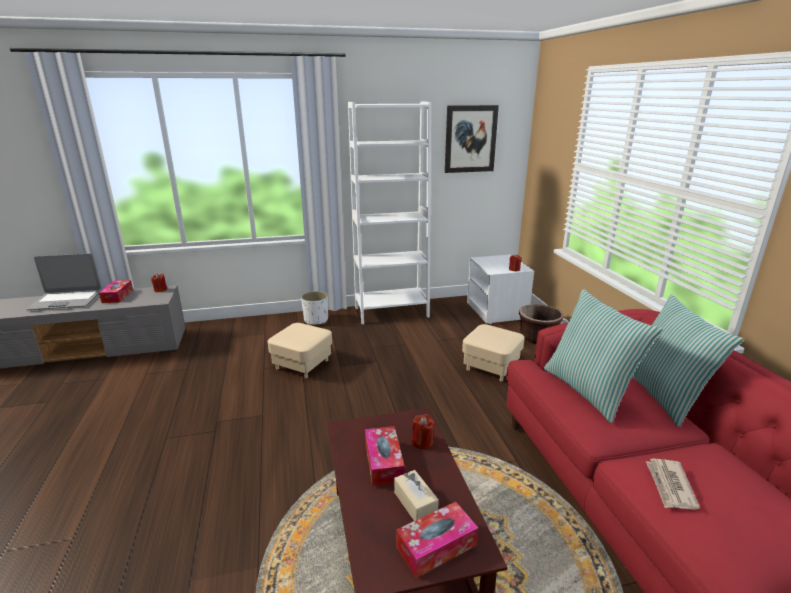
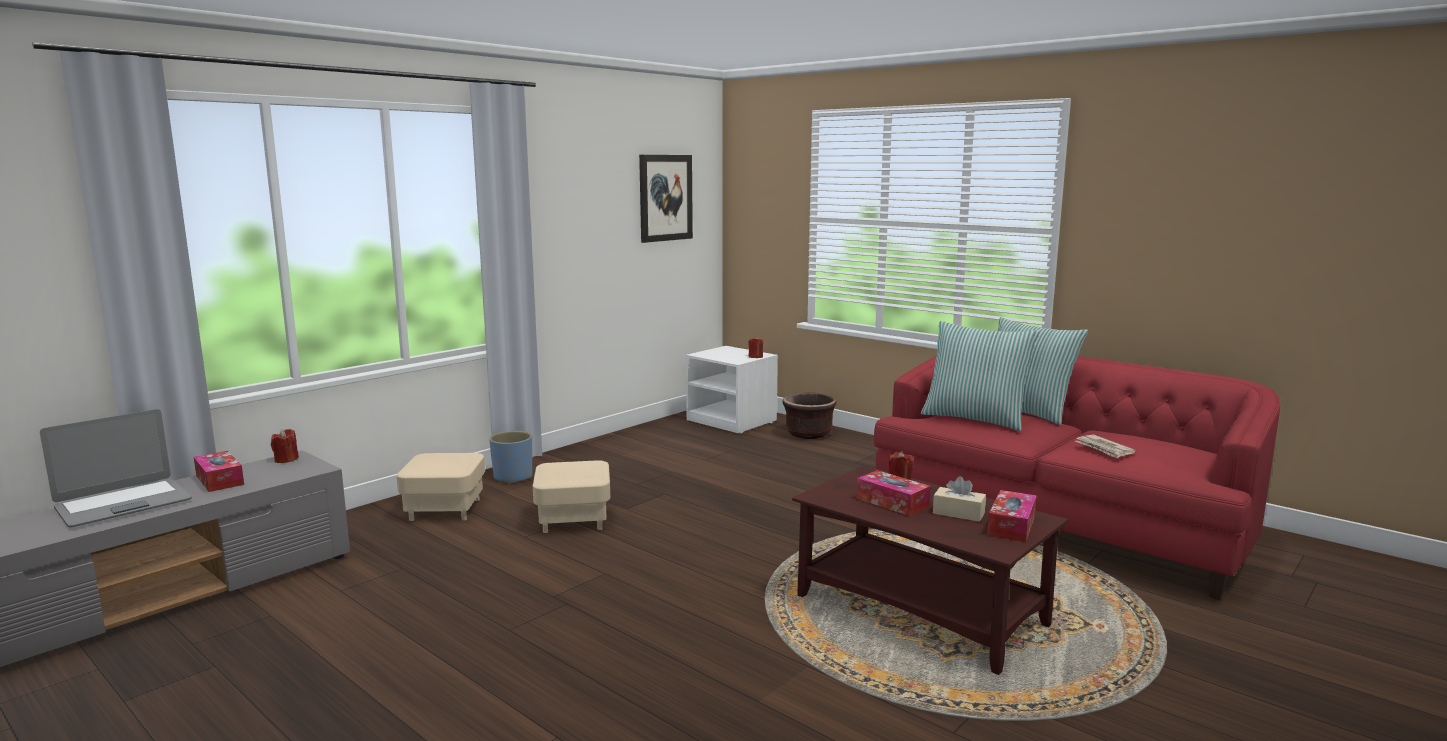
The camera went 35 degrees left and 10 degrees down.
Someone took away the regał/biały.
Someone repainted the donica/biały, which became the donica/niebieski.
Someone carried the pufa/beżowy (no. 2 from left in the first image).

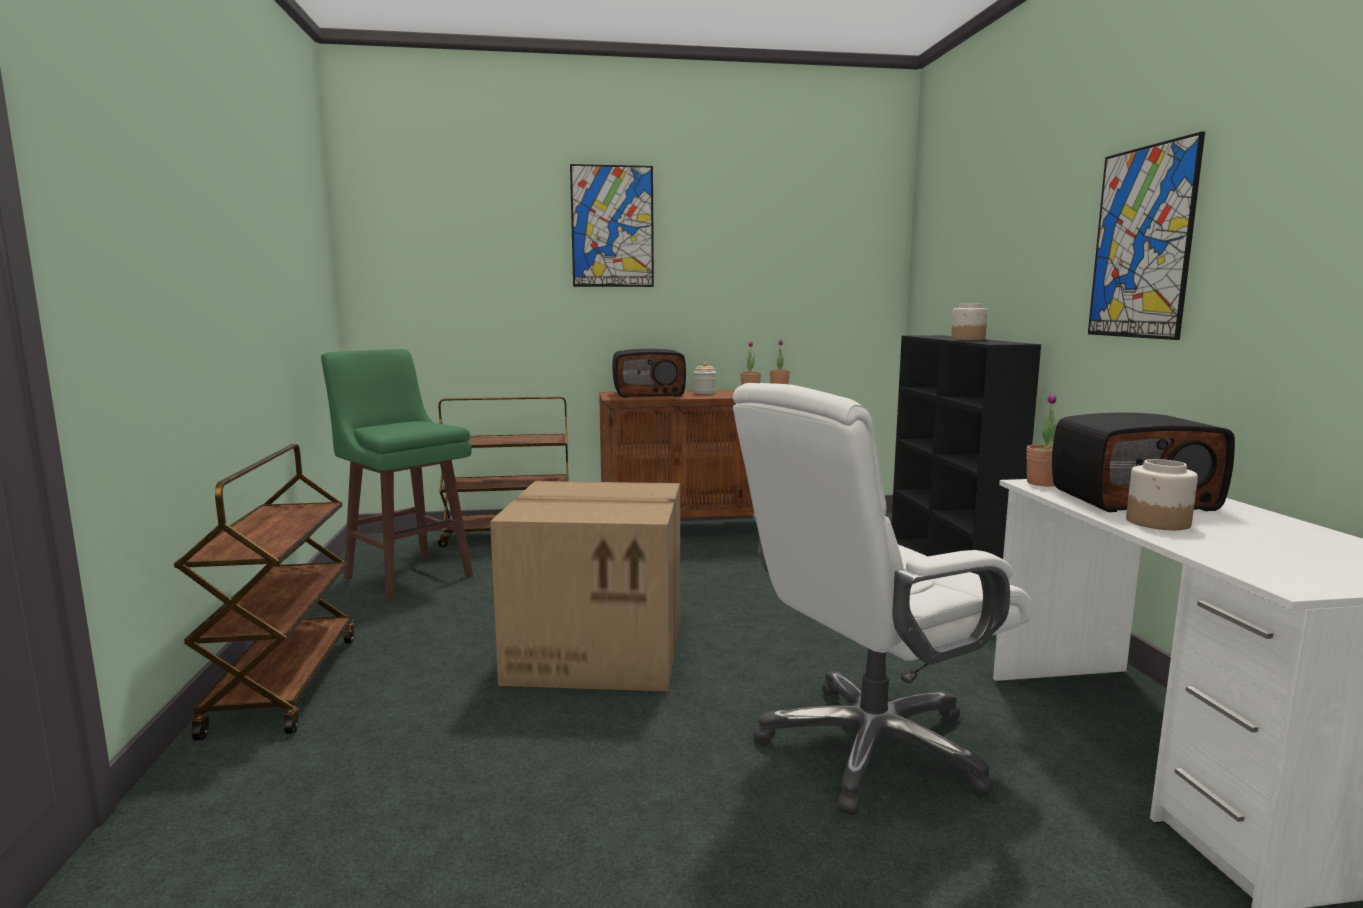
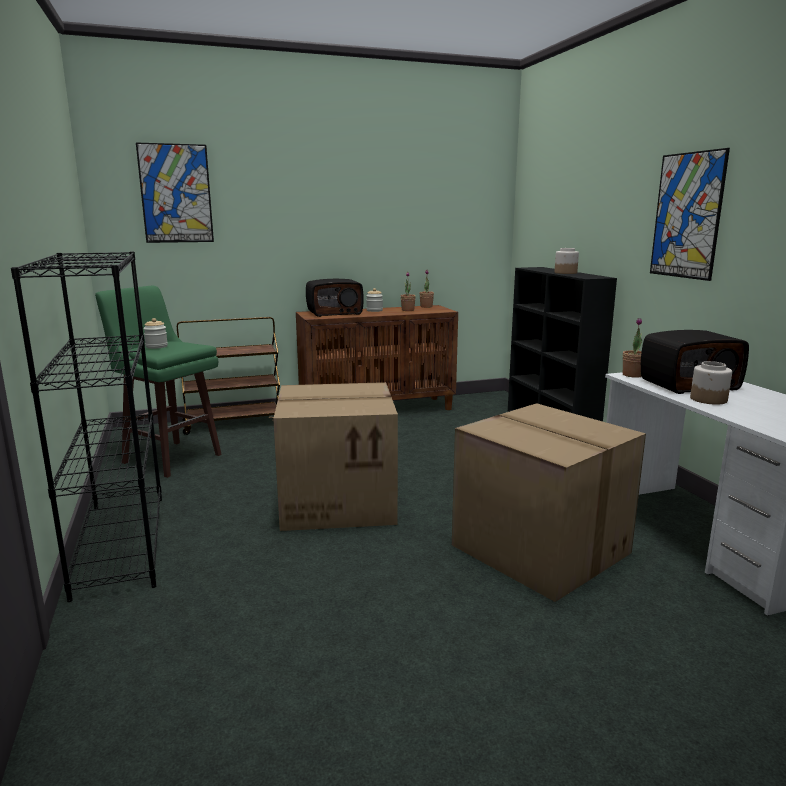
The camera went 10 degrees left and 5 degrees up.
Someone carried the obraz (no. 1 from left).
Someone swapped the krzesło biurowe/biały for the karton (no. 2 from left).
Someone swapped the wózek/brązowy (no. 1 from left) for the regał/czarny (no. 1 from left).
Someone put down the słoik (no. 1 from left).

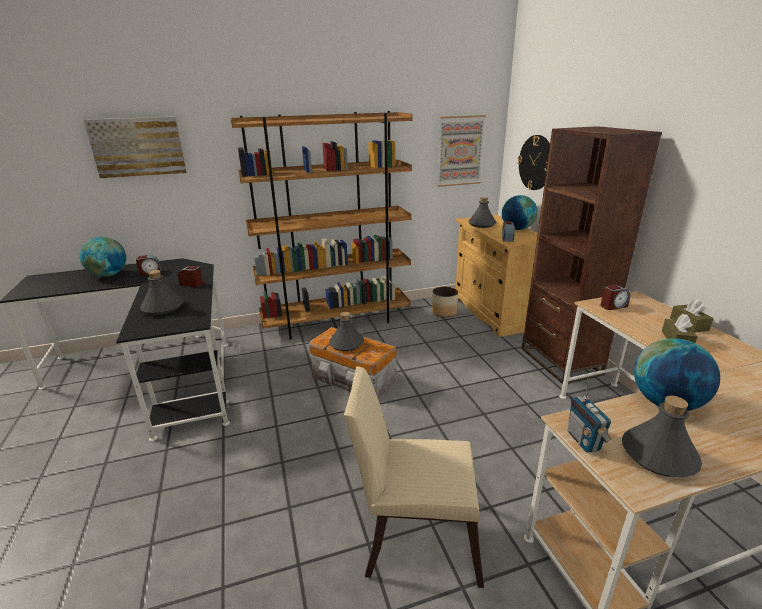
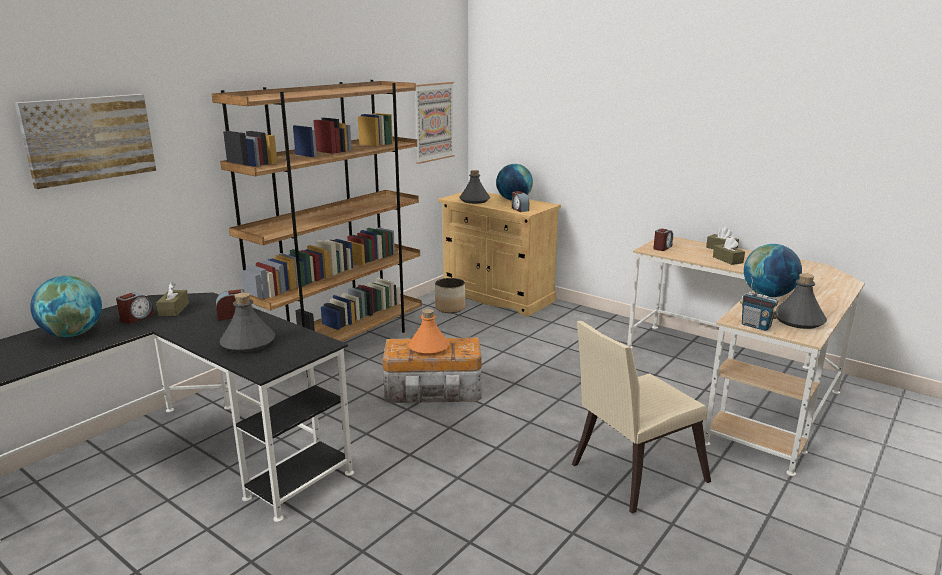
The camera went 35 degrees left and 5 degrees down.
Someone took away the regał/brązowy (no. 2 from left).
Someone took away the zegar ścienny.
Someone repainted the butelka/szary (no. 2 from left), which became the butelka/pomarańczowy.
Someone put down the pudełko chusteczek/brązowy (no. 1 from left).

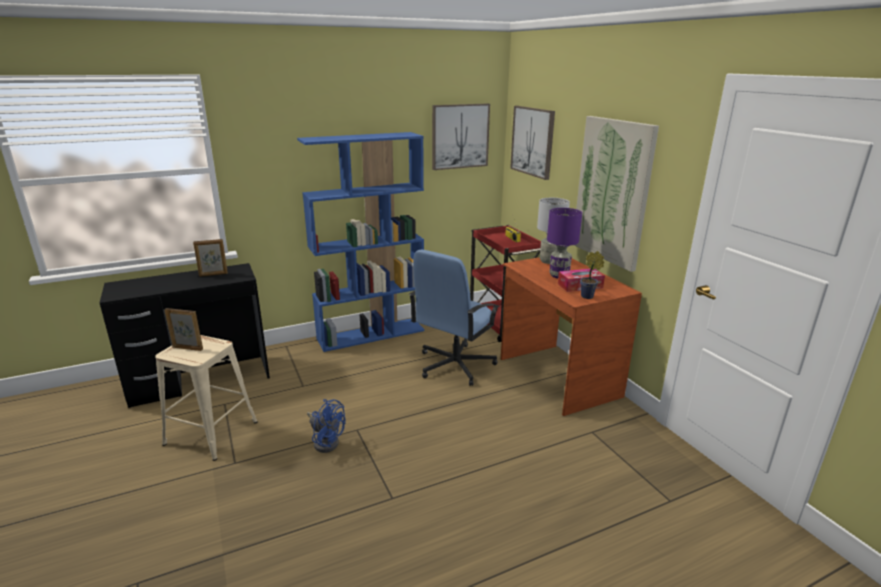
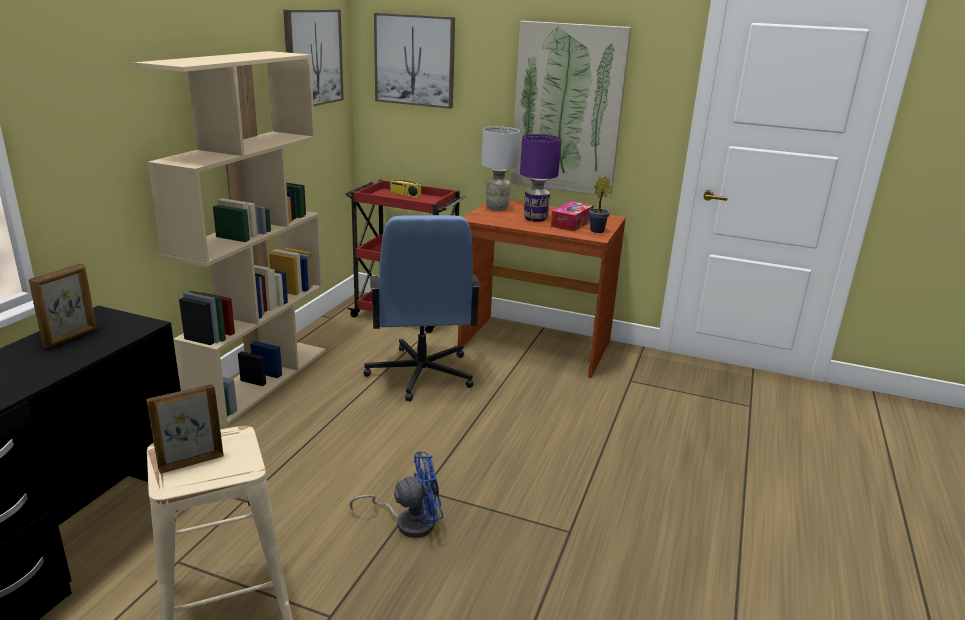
The camera went 45 degrees left and 0 degrees up.
Someone repainted the regał/niebieski, which became the regał/beżowy.

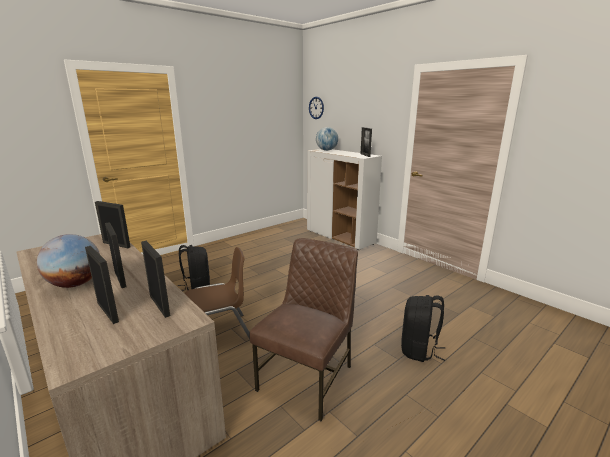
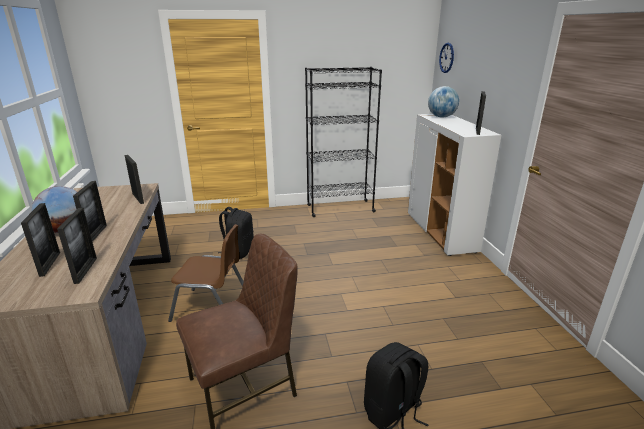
The camera went 30 degrees right and 5 degrees up.
Someone put down the regał/czarny.

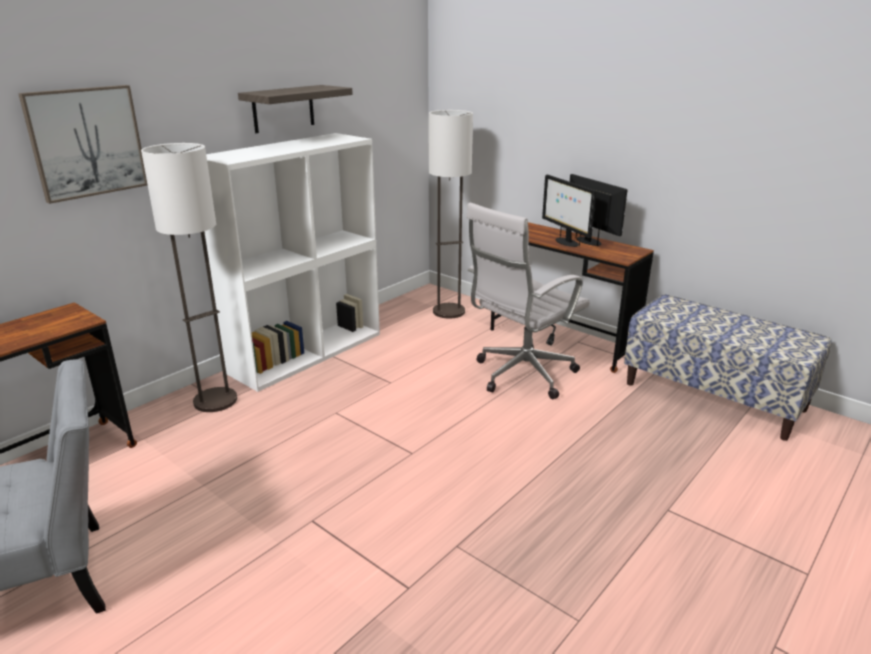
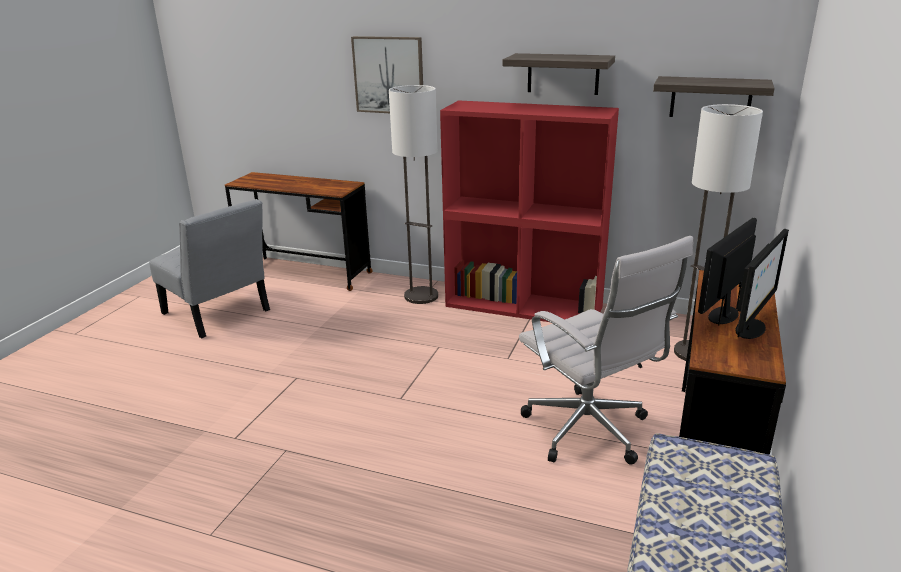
The camera went 70 degrees right and 0 degrees up.
Someone repainted the regał/biały, which became the regał/czerwony.
Someone rotated the krzesło biurowe/biały by 150 degrees counterclockwise.
Someone put up the półka (no. 2 from left).

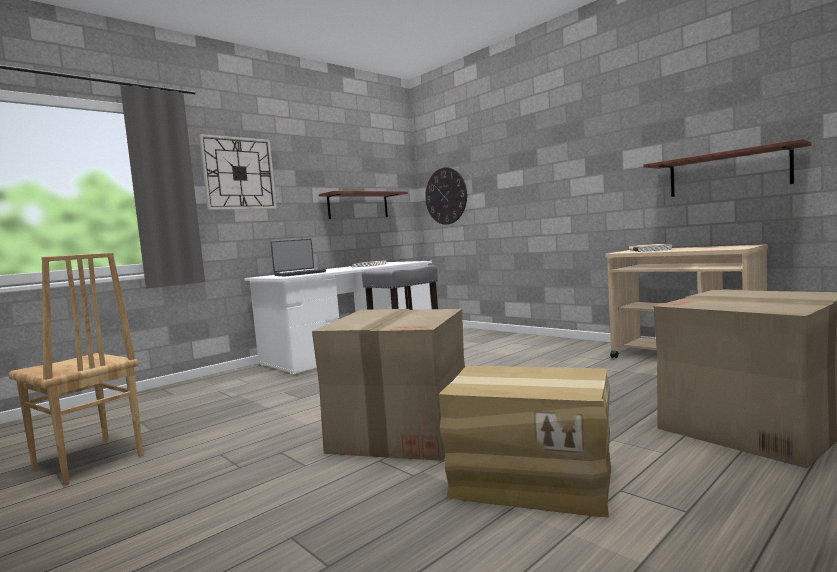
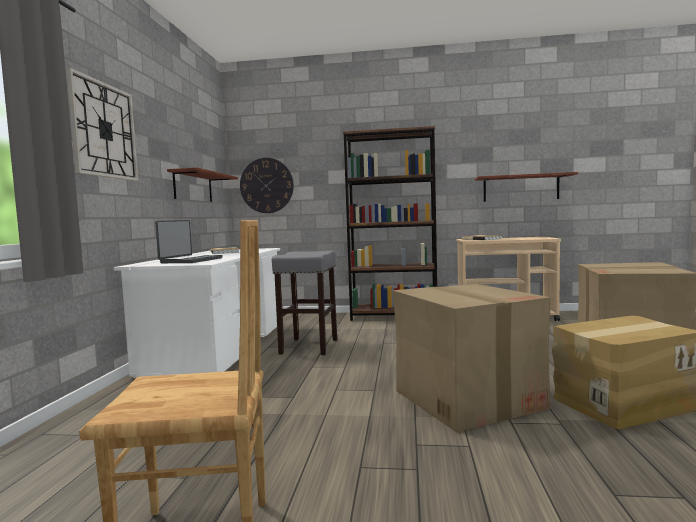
The camera went 40 degrees left and 0 degrees up.
Someone put down the regał/brązowy.

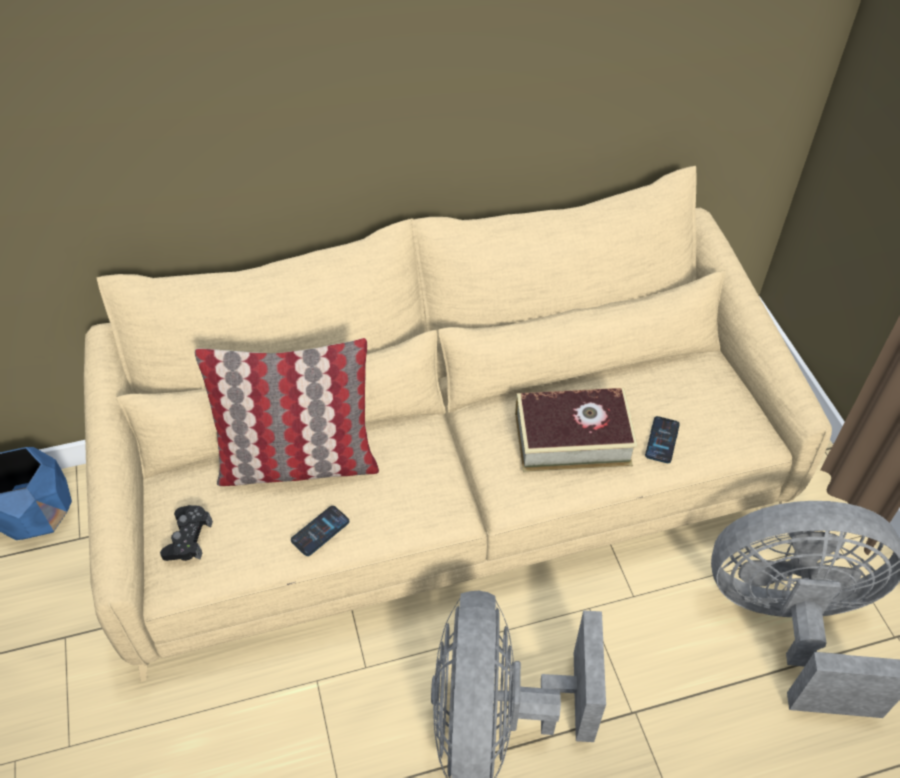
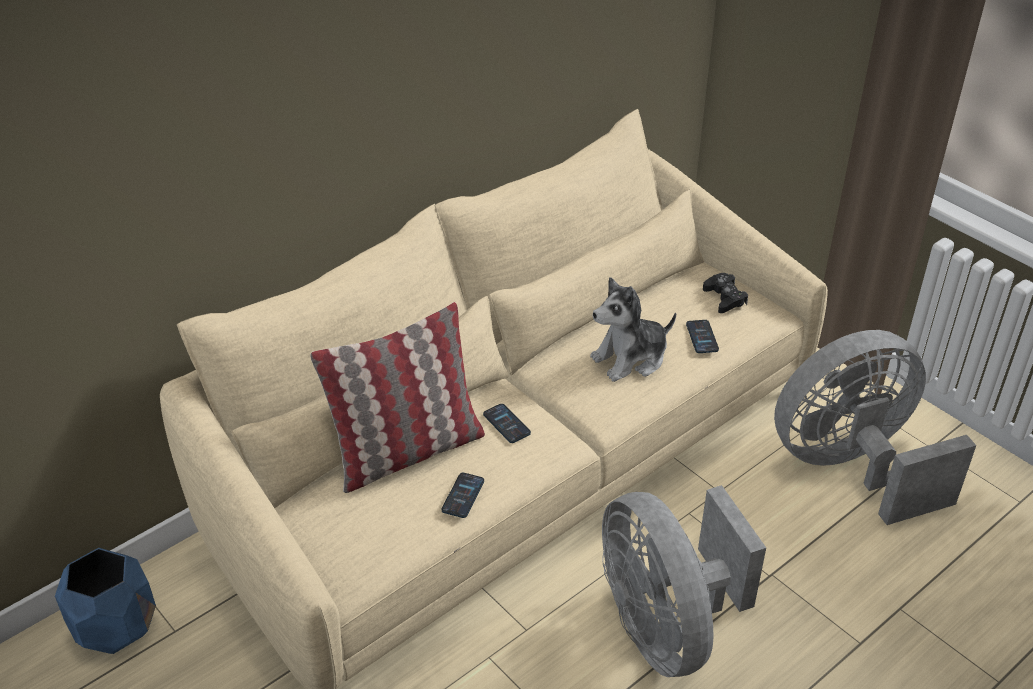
The camera went 25 degrees left and 10 degrees down.
Someone swapped the książka for the pluszak.
Someone carried the pad do gier/czarny.
Someone put down the telefon (no. 2 from left).

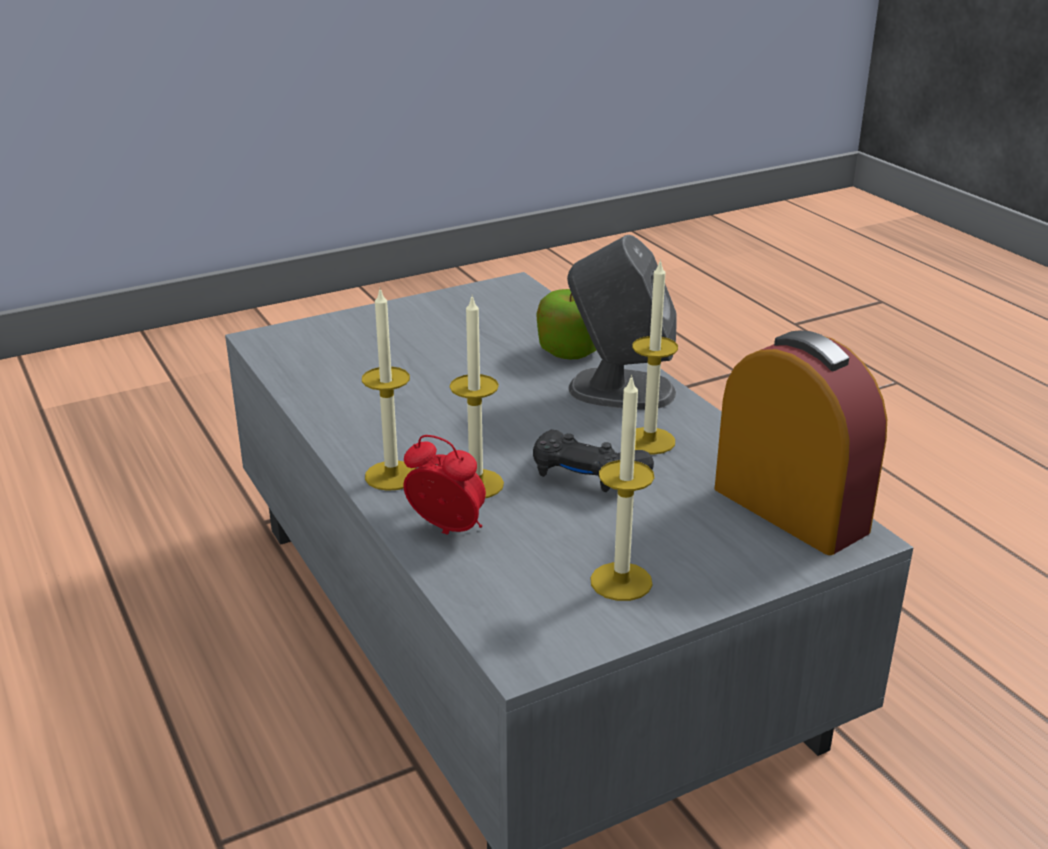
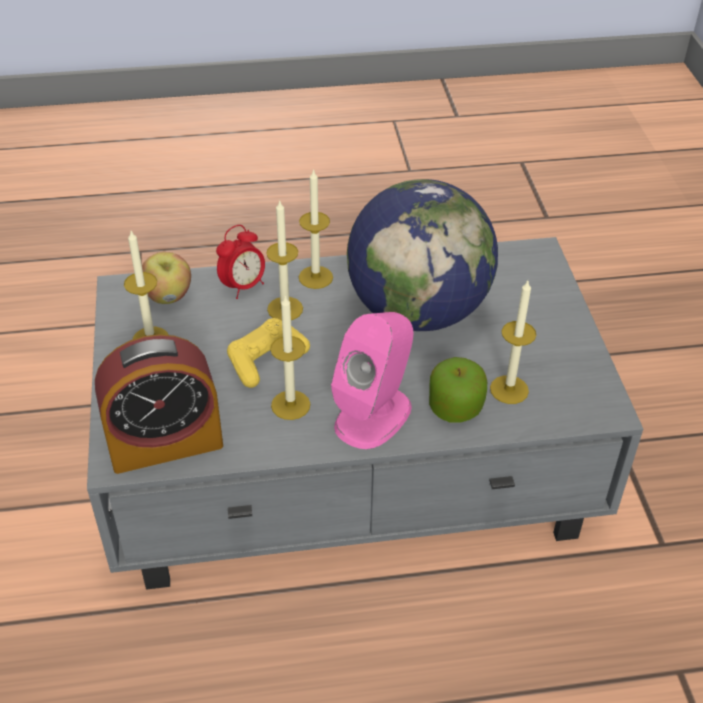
The camera went 110 degrees right and 15 degrees up.
Someone repainted the głośnik/szary, which became the głośnik/różowy.
Someone repainted the pad do gier/czarny, which became the pad do gier/żółty.
Someone put down the globus.
Someone put down the jabłko (no. 1 from left).
Someone put down the świeca (no. 5 from left).

